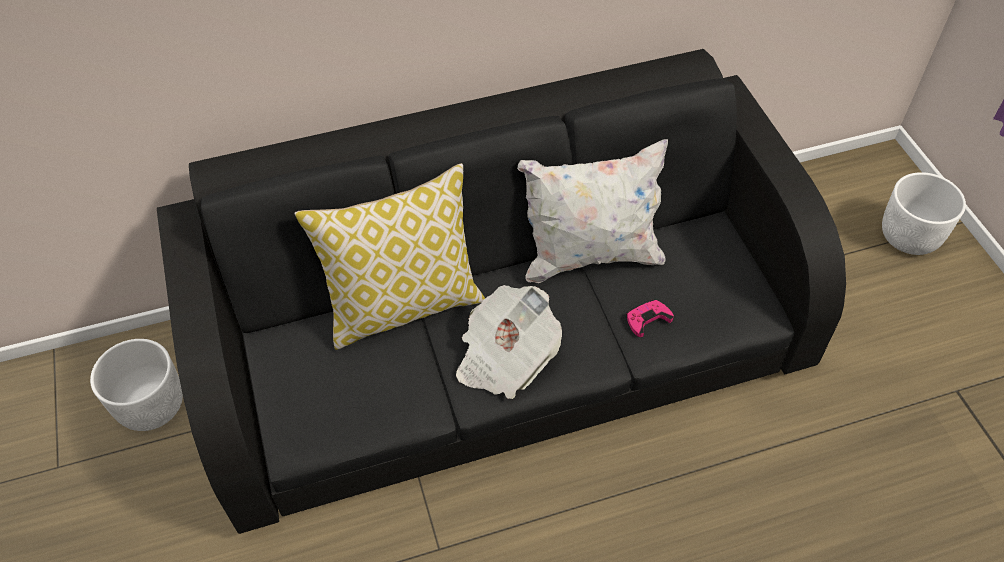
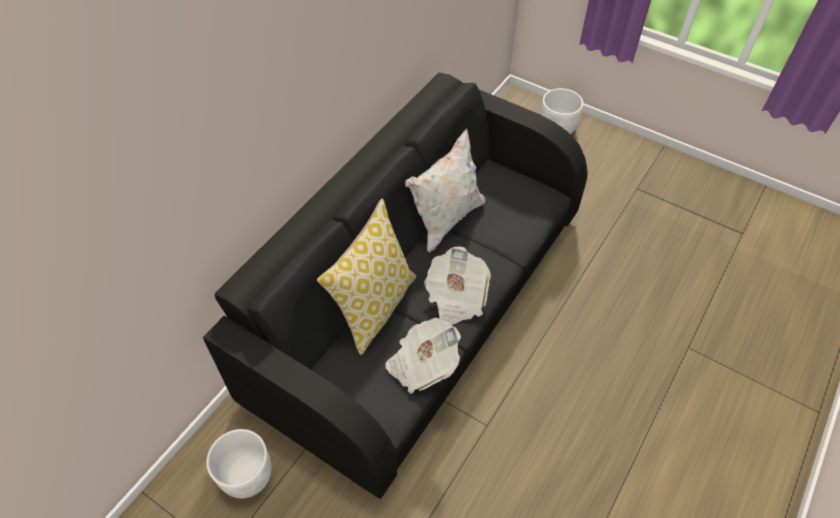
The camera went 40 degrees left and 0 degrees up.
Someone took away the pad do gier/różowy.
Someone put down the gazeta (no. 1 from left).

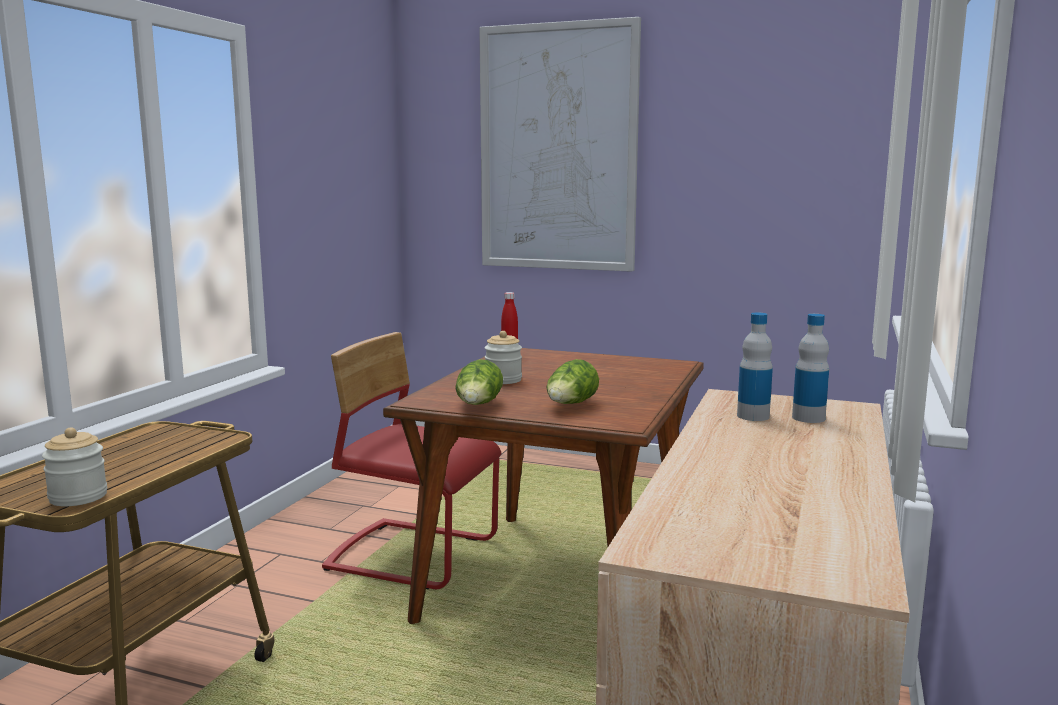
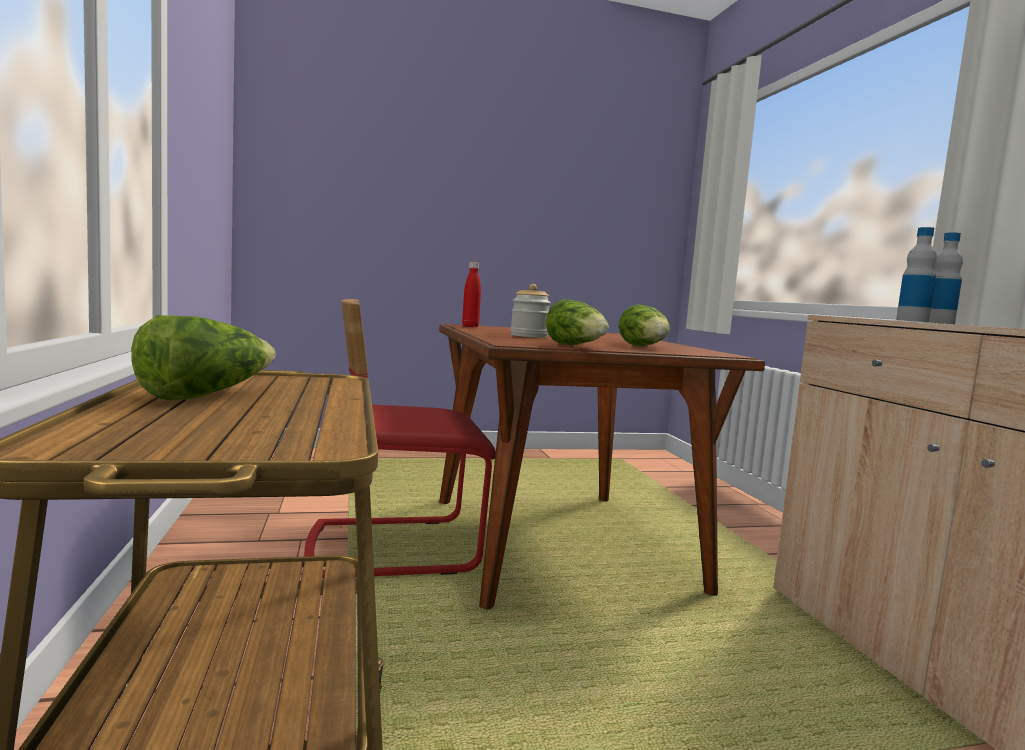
The camera went 35 degrees left and 5 degrees down.
Someone took away the obraz.
Someone took away the słoik (no. 1 from left).
Someone put down the sałata (no. 1 from left).

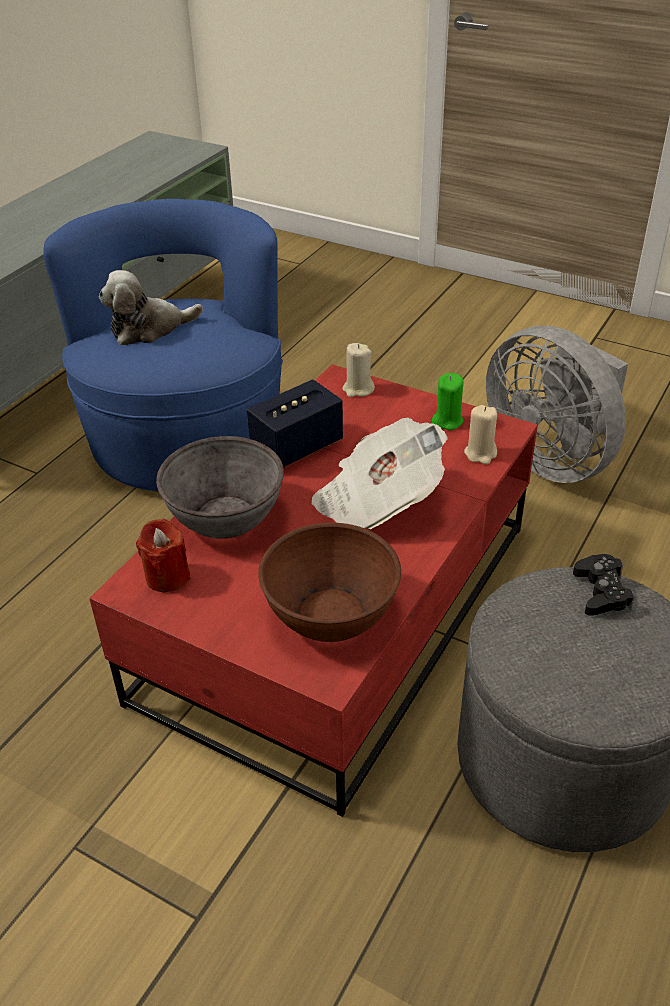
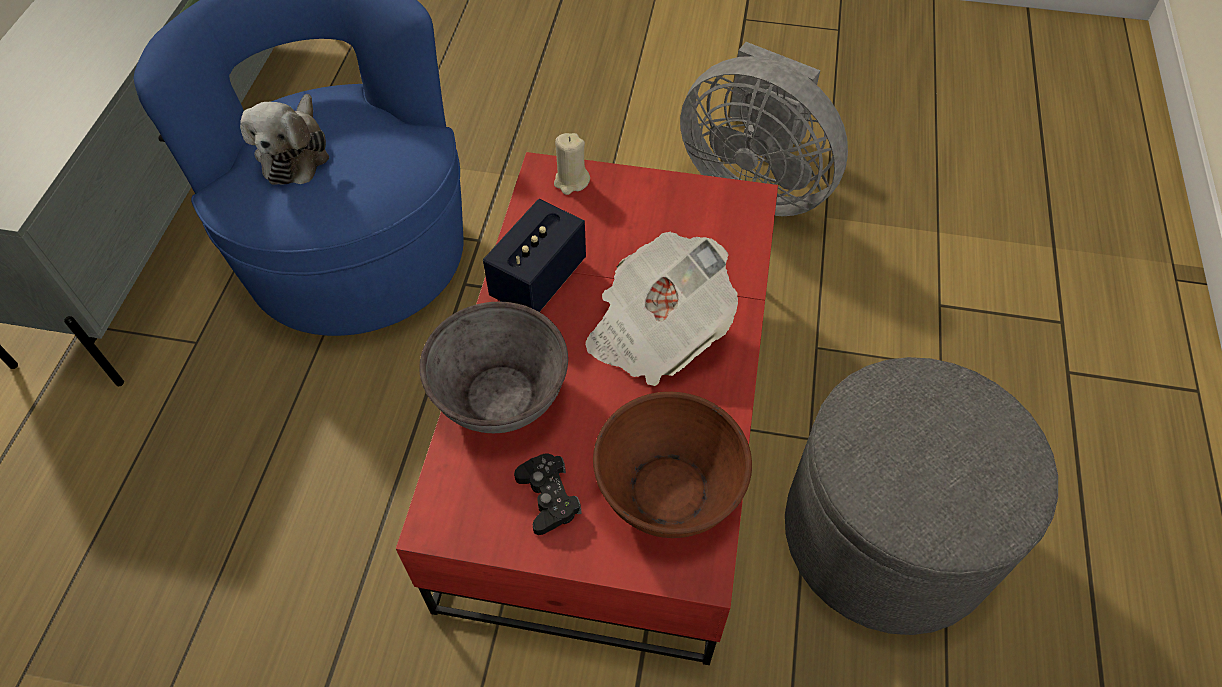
The camera went 20 degrees left and 15 degrees up.
Someone rotated the pluszak by 45 degrees counterclockwise.
Someone took away the świeca/zielony.
Someone took away the świeca/beżowy (no. 2 from left).
Someone took away the świeca/czerwony.
Someone carried the pad do gier/czarny.

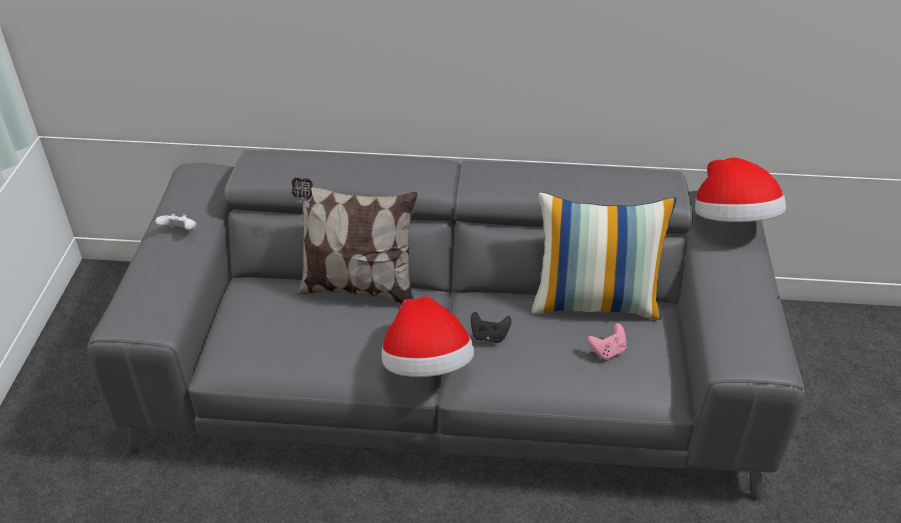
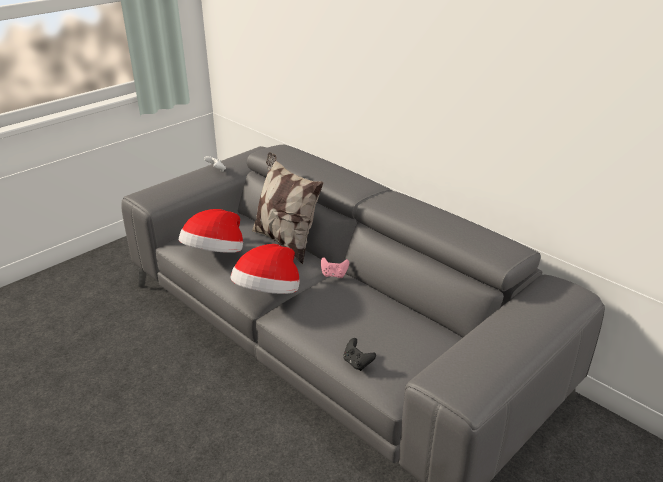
The camera went 40 degrees right and 10 degrees down.
Someone carried the kapelusz (no. 2 from left in the first image).
Someone took away the poduszka (no. 2 from left).
Someone carried the pad do gier/czarny.
Someone carried the pad do gier/różowy.

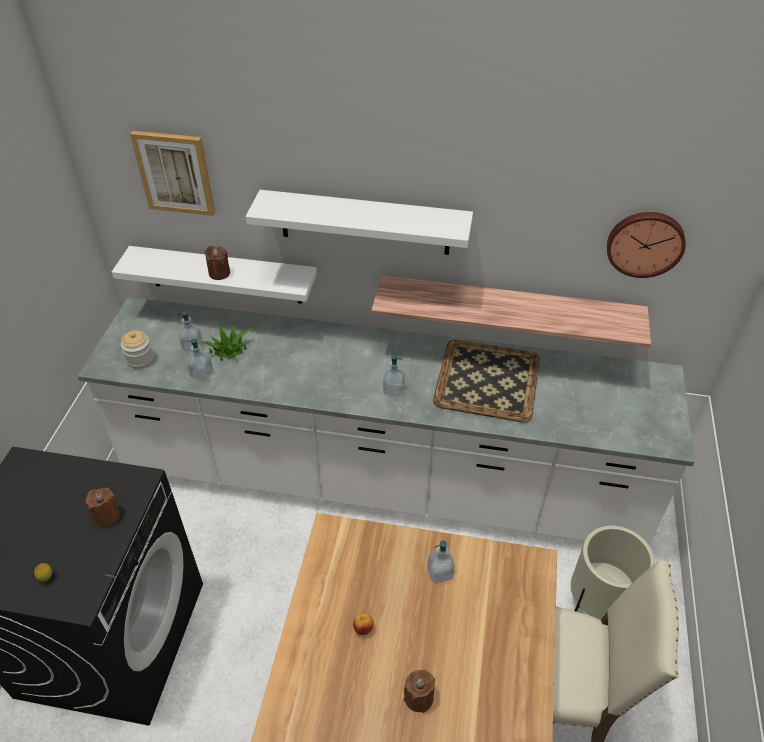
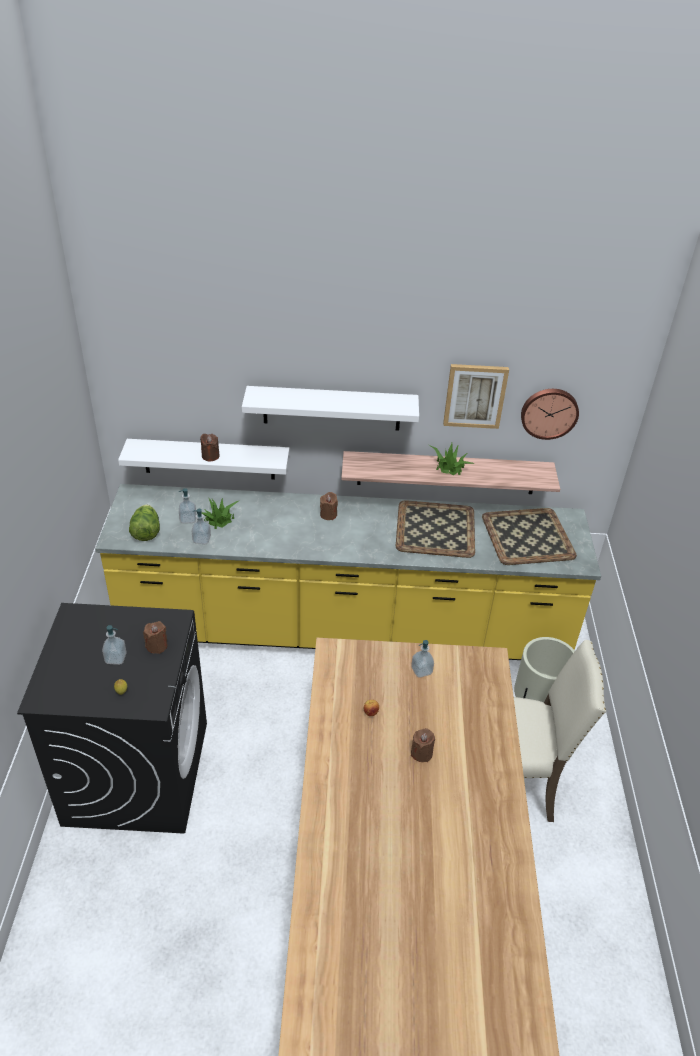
The camera went 10 degrees left and 5 degrees down.
Someone carried the obraz.
Someone repainted the zabudowa kuchenna/biały, which became the zabudowa kuchenna/żółty.
Someone swapped the słoik for the sałata.
Someone carried the dozownik mydła (no. 3 from left in the first image).
Someone put down the roślina doniczkowa (no. 2 from left).
Someone put down the świeca/brązowy (no. 3 from left).
Someone put down the taca (no. 2 from left).

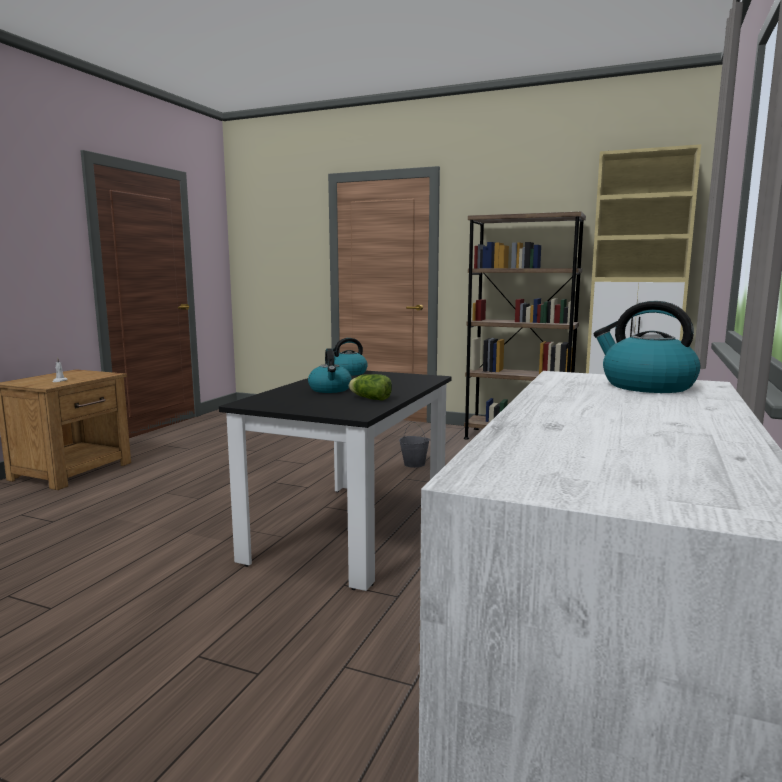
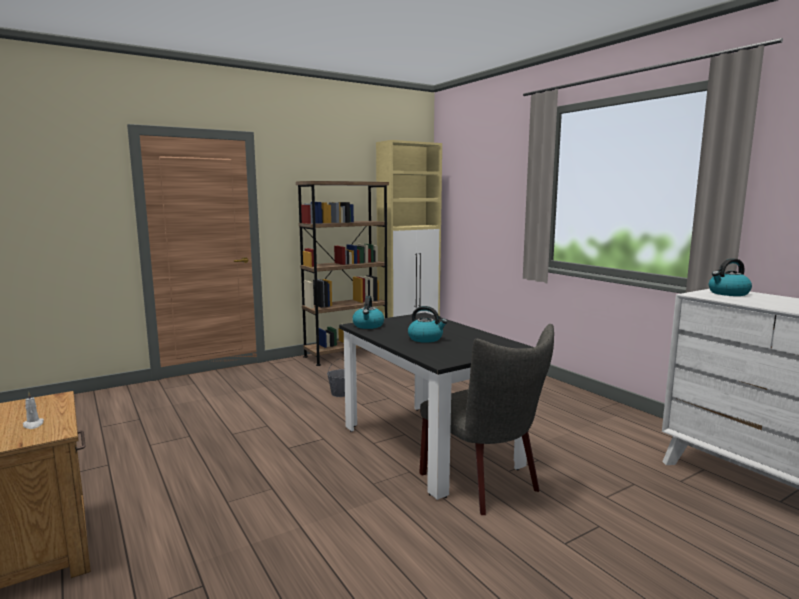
The camera went 55 degrees left and 0 degrees up.
Someone took away the sałata.
Someone put down the krzesło/szary.

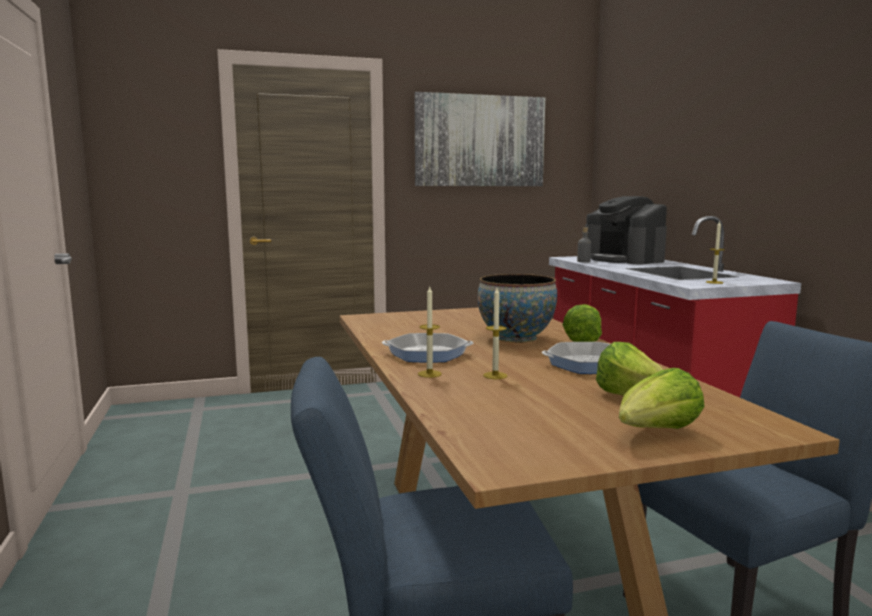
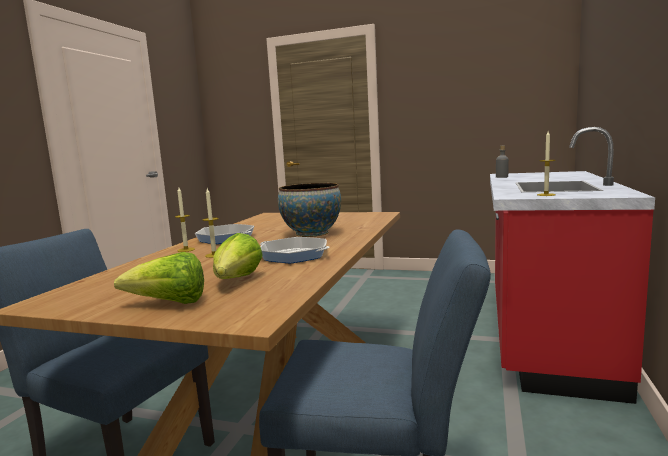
The camera went 35 degrees right and 0 degrees up.
Someone took away the obraz.
Someone took away the ekspres do kawy.
Someone took away the sałata (no. 1 from left).

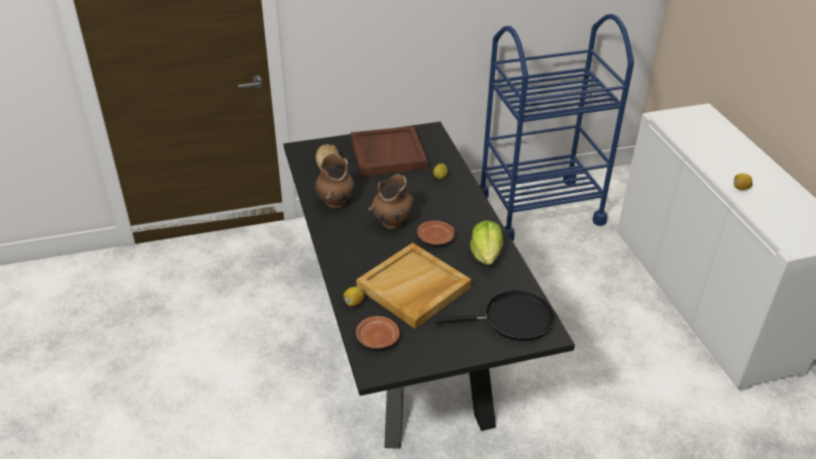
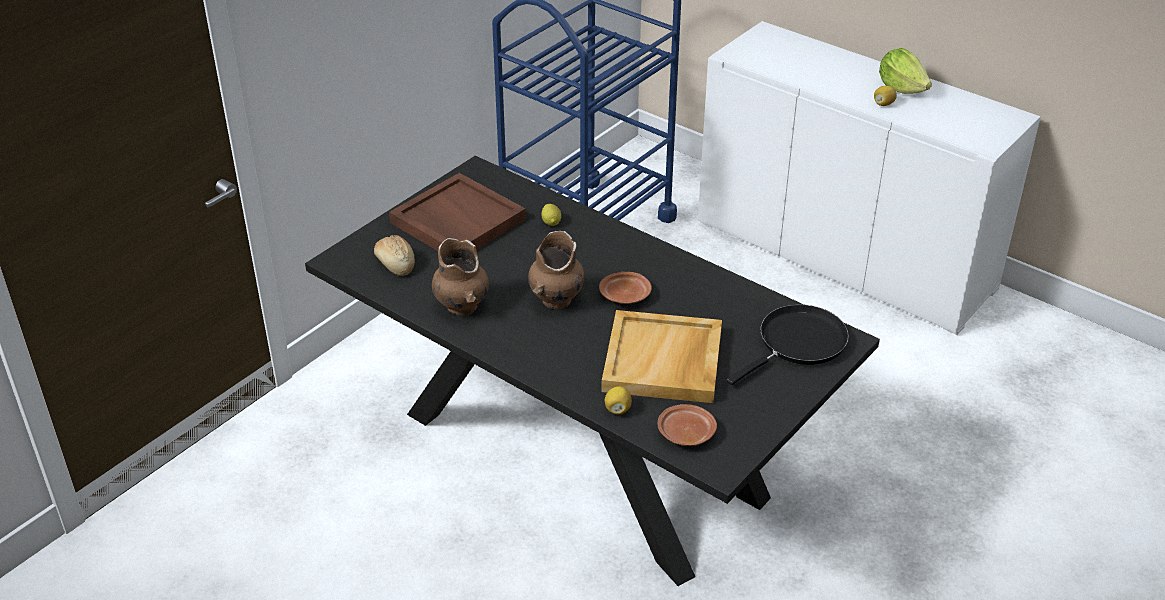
The camera went 35 degrees left and 0 degrees up.
Someone carried the sałata.

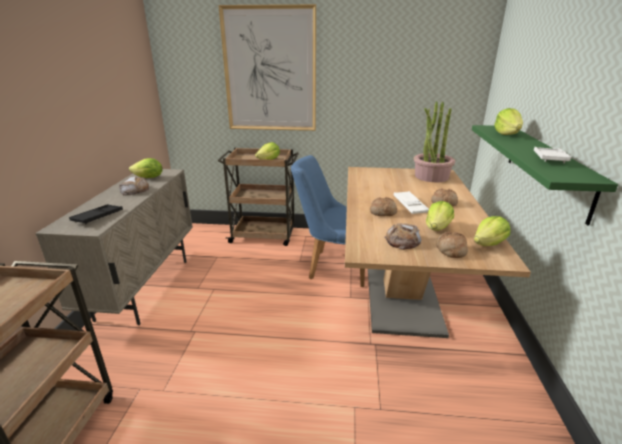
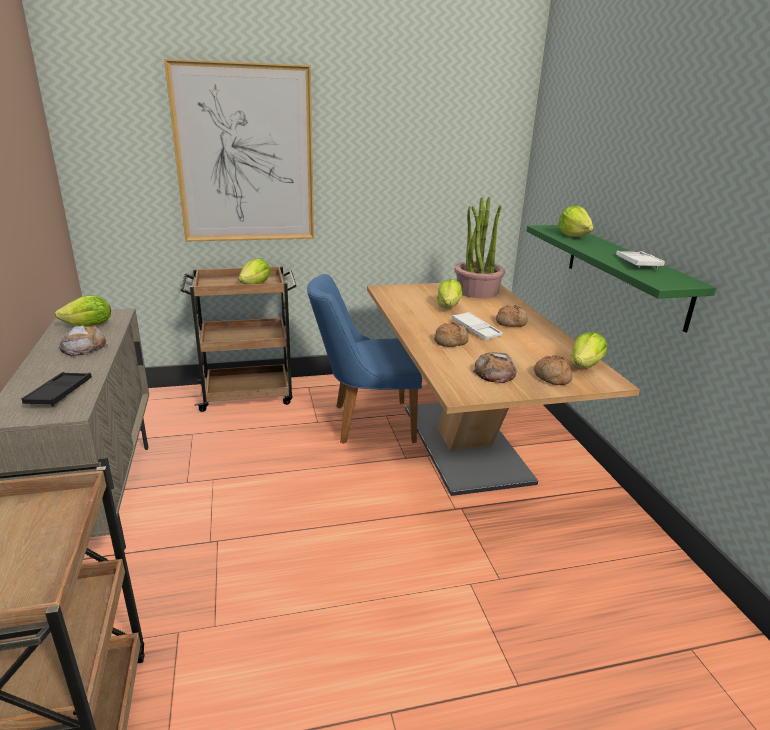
The camera went 20 degrees left and 0 degrees up.
Someone carried the sałata (no. 3 from left).

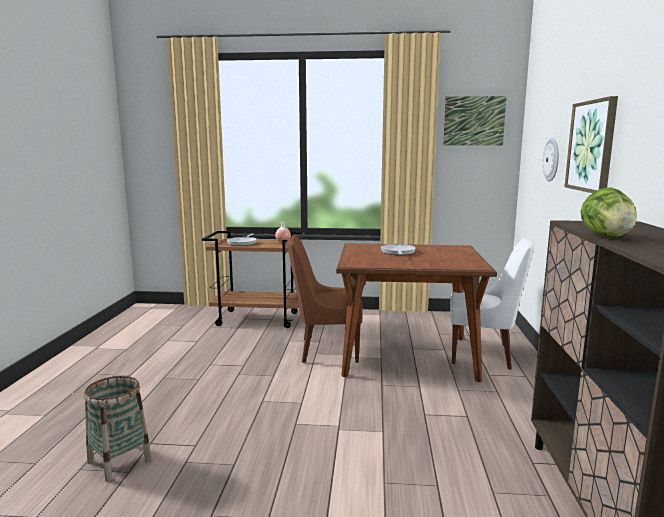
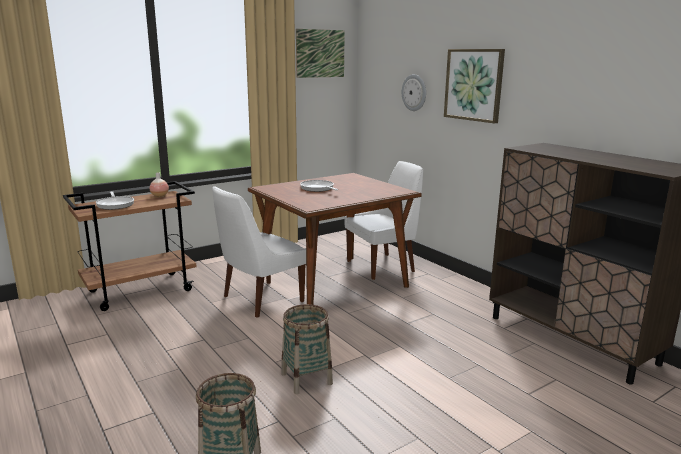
The camera went 40 degrees left and 5 degrees up.
Someone took away the sałata.
Someone repainted the krzesło/brązowy, which became the krzesło/biały (no. 1 from left).
Someone put down the koszyk (no. 2 from left).

